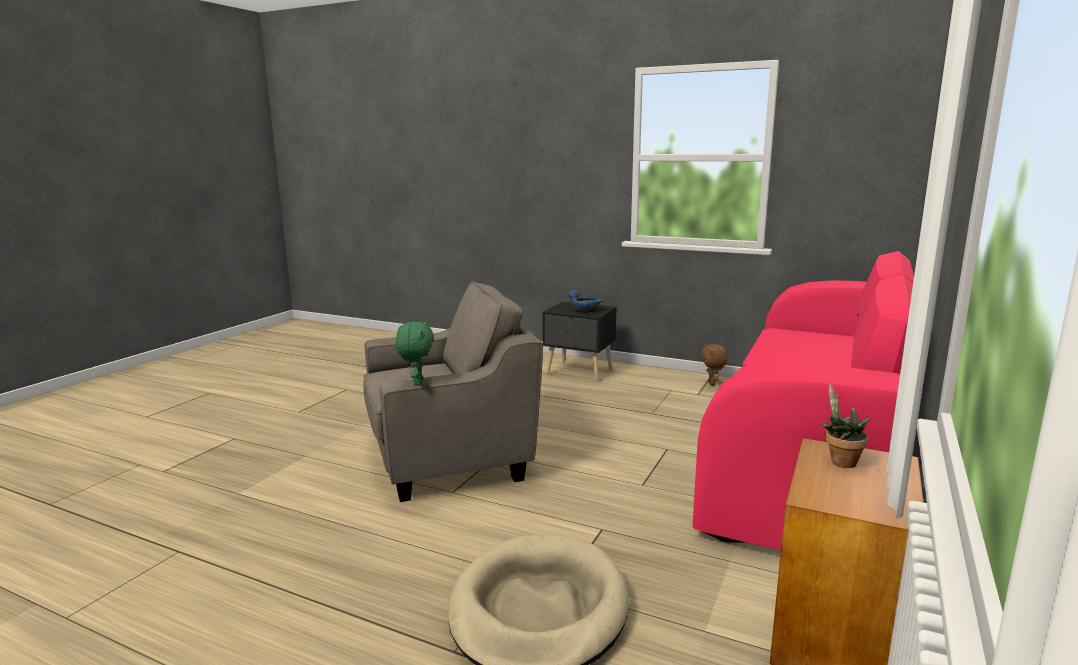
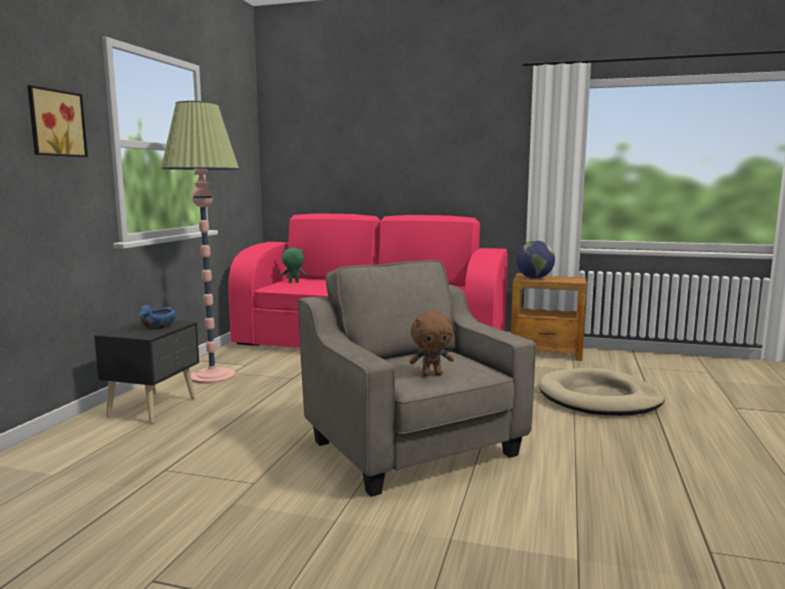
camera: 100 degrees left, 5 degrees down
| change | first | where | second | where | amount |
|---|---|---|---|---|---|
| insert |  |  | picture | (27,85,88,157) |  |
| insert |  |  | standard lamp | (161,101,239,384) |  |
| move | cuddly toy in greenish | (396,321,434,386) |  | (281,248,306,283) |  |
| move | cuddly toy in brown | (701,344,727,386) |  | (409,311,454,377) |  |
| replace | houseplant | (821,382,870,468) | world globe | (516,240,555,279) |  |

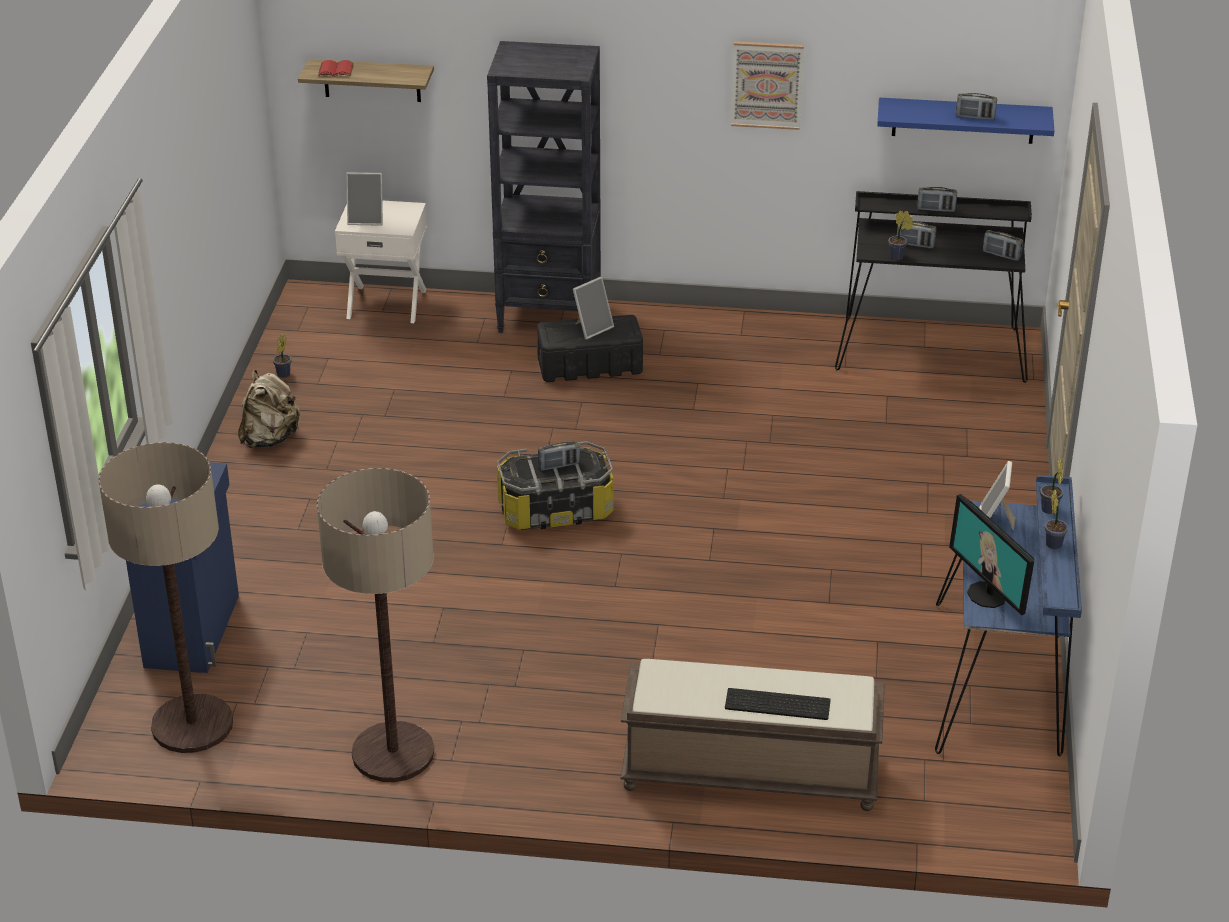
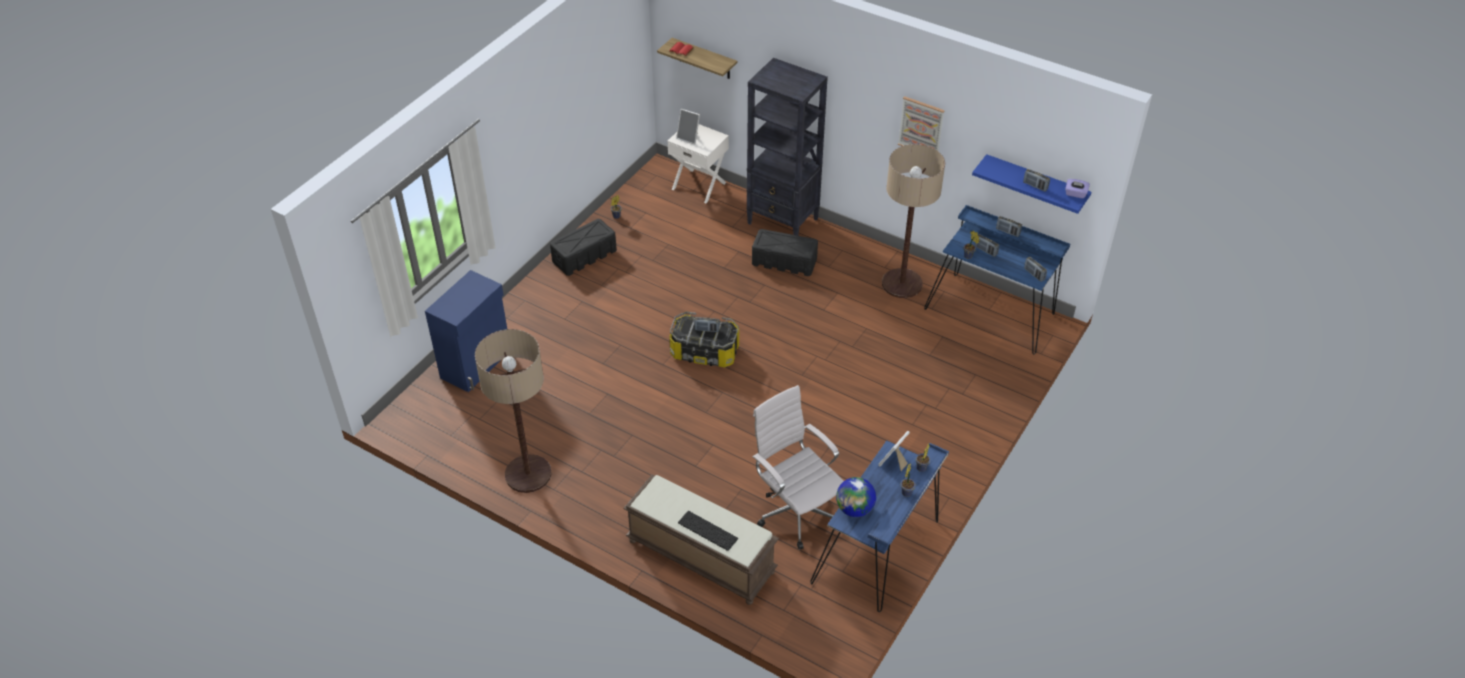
camera: 25 degrees right, 10 degrees up
| change | first | where | second | where | amount |
|---|---|---|---|---|---|
| replace | knapsack in sand-coloured | (238,370,300,448) | storage bin in black | (550,219,617,276) |  |
| insert |  |  | computer chair in whitish | (752,385,844,550) |  |
| replace | monitor | (949,494,1034,615) | world globe | (836,477,876,517) |  |
| move | standard lamp | (98,442,233,753) |  | (882,144,945,298) |  |
| recolor | desk unit in black | (835,191,1032,383) | desk unit in blue | (924,205,1070,354) |  |
| insert |  |  | tissue box in purple | (1065,179,1090,199) |  |
| delete | standing frame | (573,277,614,339) |  |  |  |

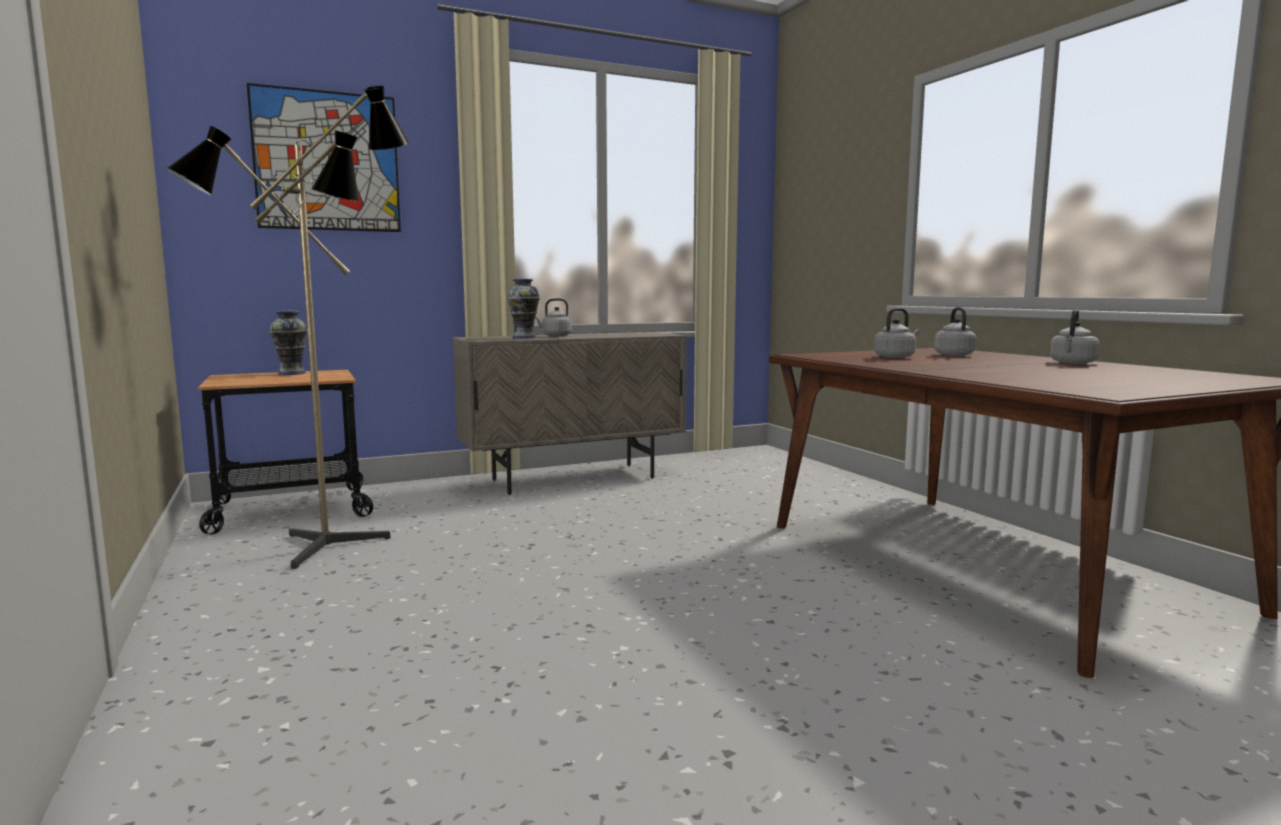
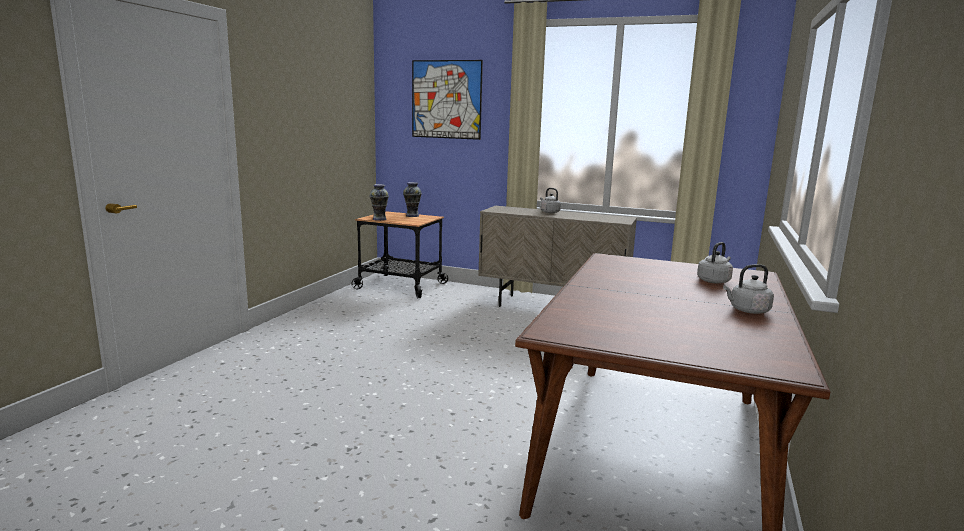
camera: 45 degrees right, 5 degrees up
| change | first | where | second | where | amount |
|---|---|---|---|---|---|
| move | decorative vase | (507,279,540,339) |  | (369,184,389,221) |  |
| delete | standard lamp | (166,86,409,569) |  |  |  |
| delete | water kettle in grey | (874,308,919,358) |  |  |  |

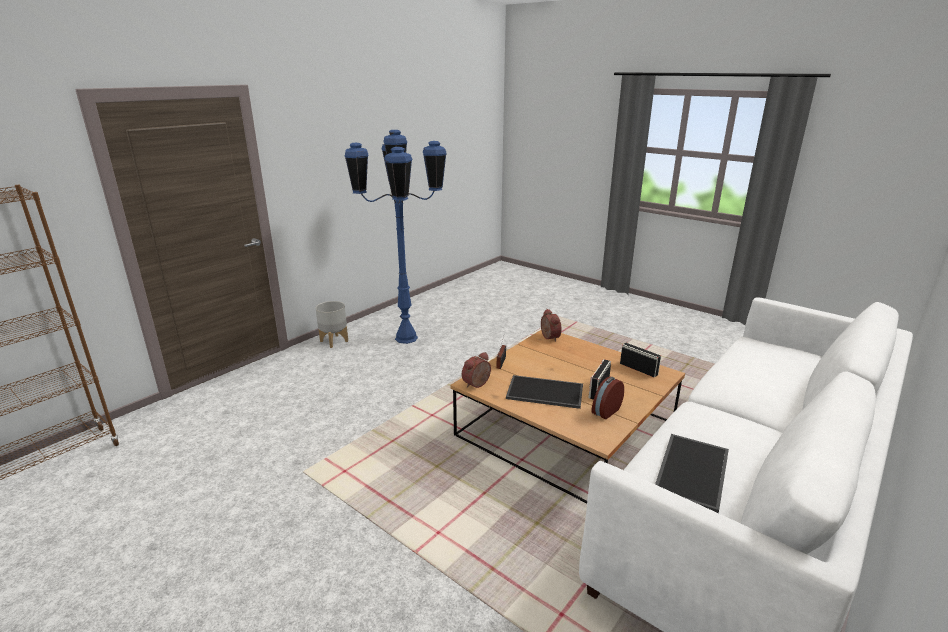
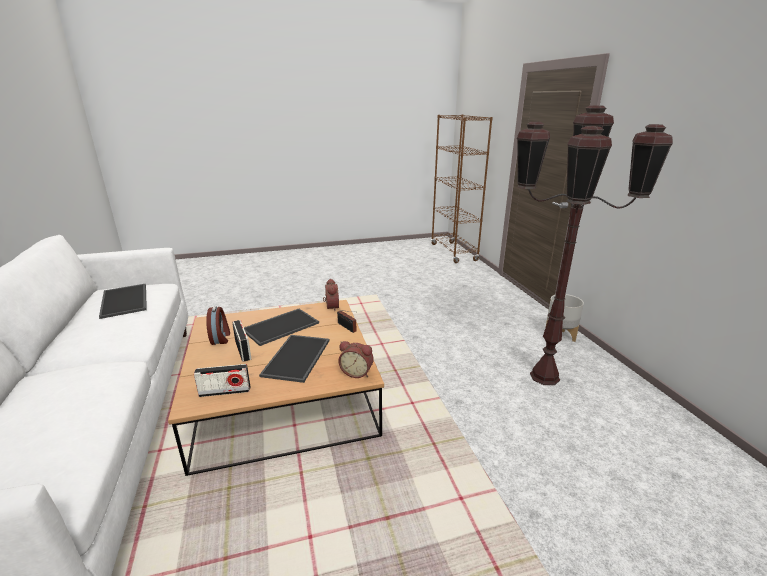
camera: 125 degrees right, 0 degrees up
| change | first | where | second | where | amount |
|---|---|---|---|---|---|
| insert |  |  | tray | (259,335,329,383) |  |
| recolor | standard lamp in blue | (345,130,447,344) | standard lamp in brown | (517,105,673,385) |  |

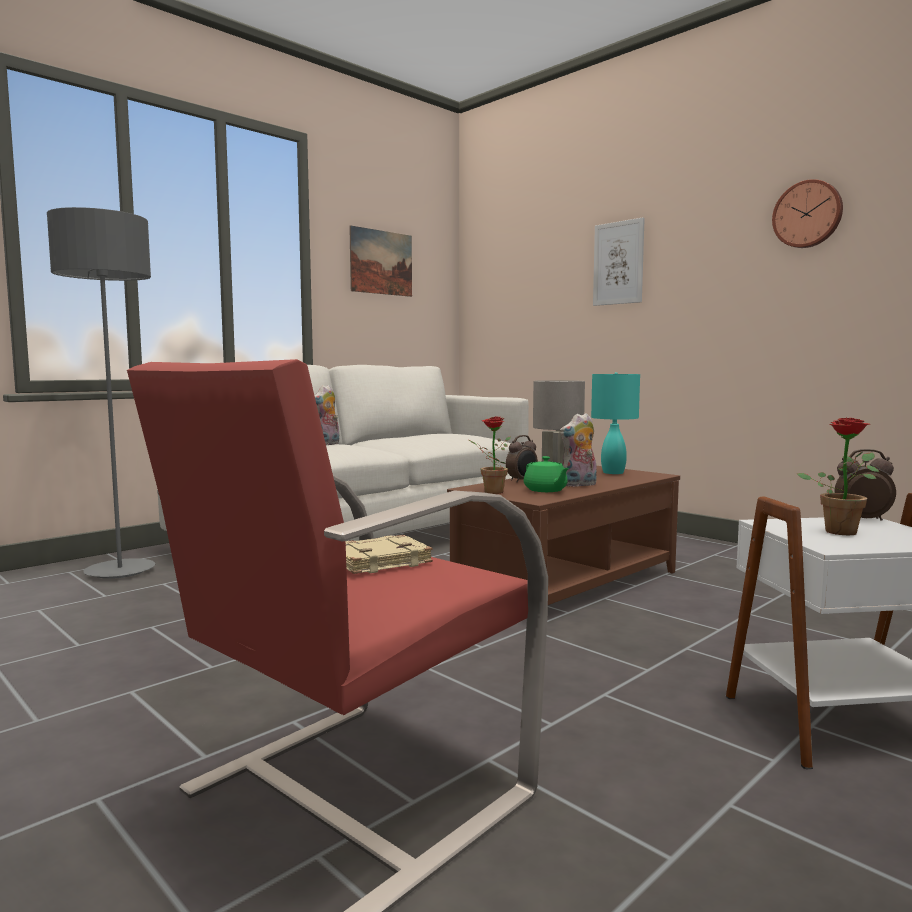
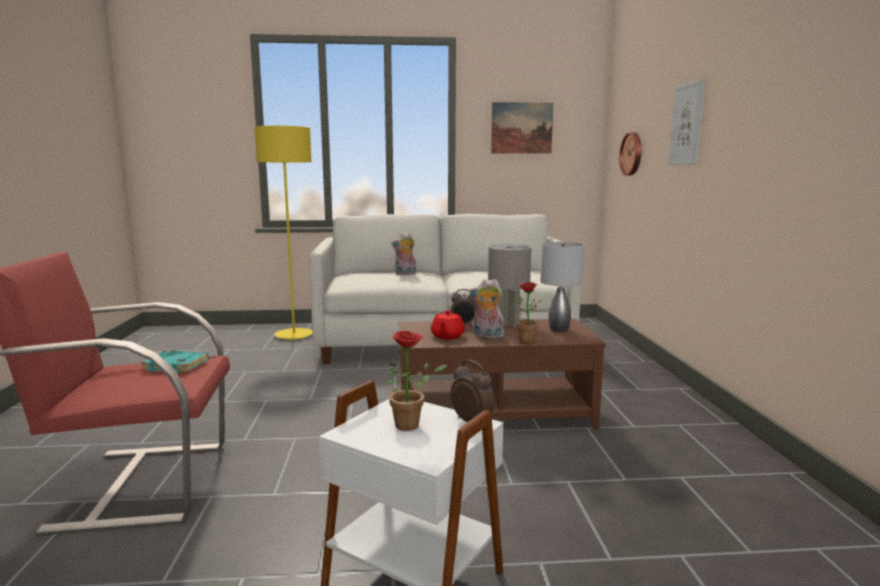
camera: 40 degrees right, 5 degrees up
| change | first | where | second | where | amount |
|---|---|---|---|---|---|
| recolor | book in sand-coloured | (346,535,433,574) | book in turquoise-coloured | (141,351,209,373) |  |
| recolor | standard lamp in grey | (47,207,155,579) | standard lamp in yellowish | (254,126,313,340) |  |
| recolor | tea pot in greenish | (524,456,569,492) | tea pot in reddish | (431,310,465,339) |  |
| move | houseplant | (469,416,511,494) |  | (516,282,543,343) |  |
| recolor | tabletop lamp in turquoise-coloured | (591,372,640,474) | tabletop lamp in grey | (540,242,584,332) |  |
| move | hanging clock | (772,179,843,248) |  | (619,132,642,176) |  |

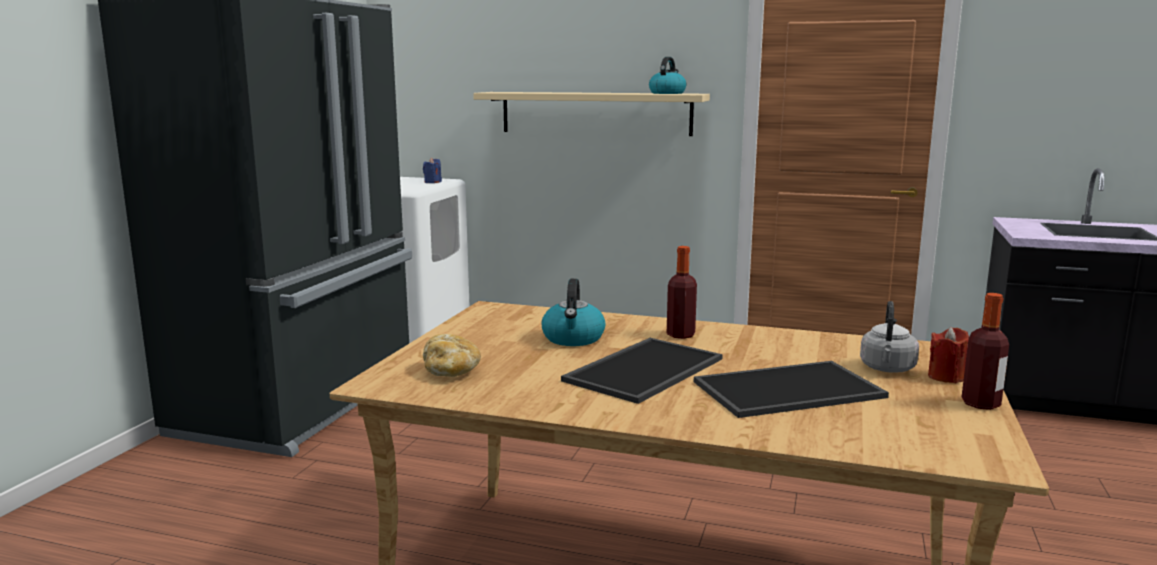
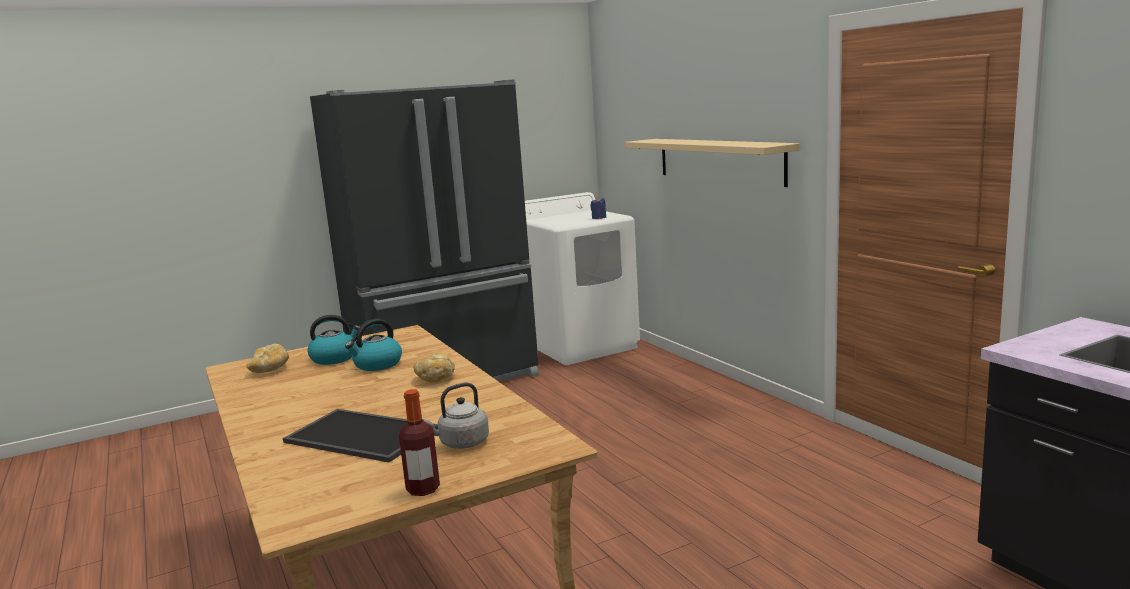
camera: 45 degrees right, 0 degrees up
| change | first | where | second | where | amount |
|---|---|---|---|---|---|
| move | water kettle | (649,57,686,94) |  | (307,315,359,365) |  |
| replace | beverage bottle | (667,246,697,339) | bakery bread | (413,353,455,383) |  |
| delete | tray | (561,338,723,404) |  |  |  |
| delete | wax candle in reddish | (928,327,969,383) |  |  |  |

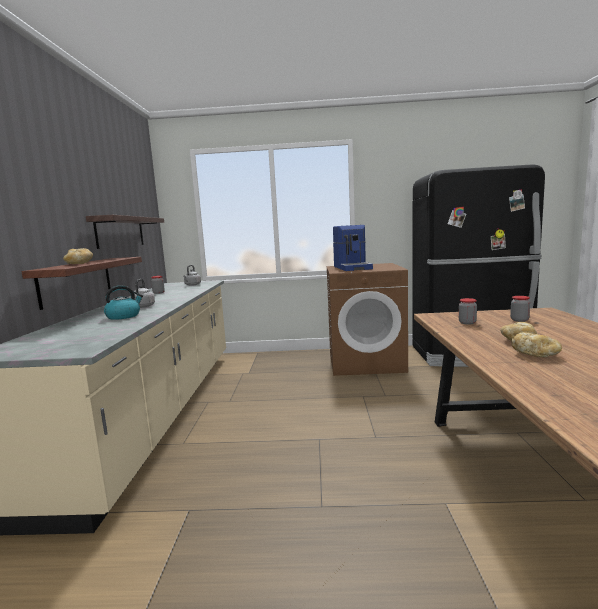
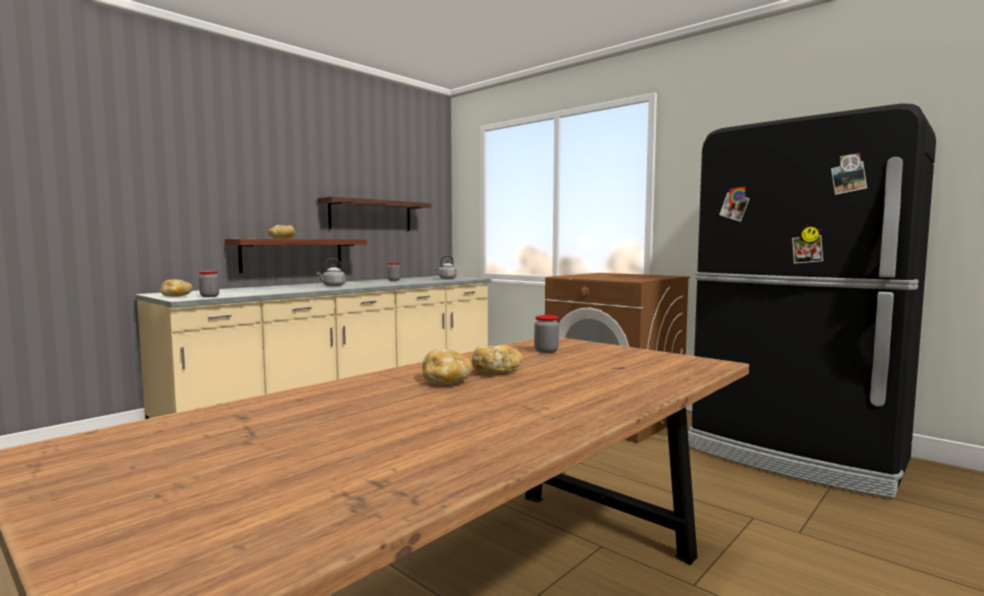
camera: 40 degrees right, 5 degrees down
| change | first | where | second | where | amount |
|---|---|---|---|---|---|
| insert |  |  | bakery bread | (160,279,193,297) |  |
| move | preserve jar | (510,296,530,322) |  | (199,271,219,297) |  |
| delete | water kettle | (104,285,143,320) |  |  |  |
| delete | coffee machine | (333,225,373,271) |  |  |  |

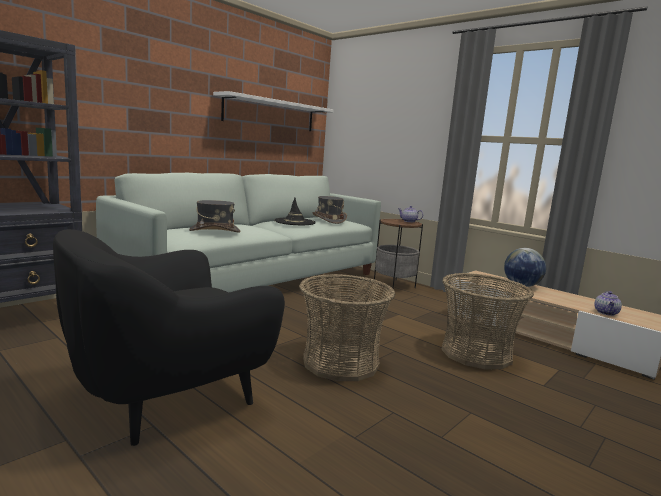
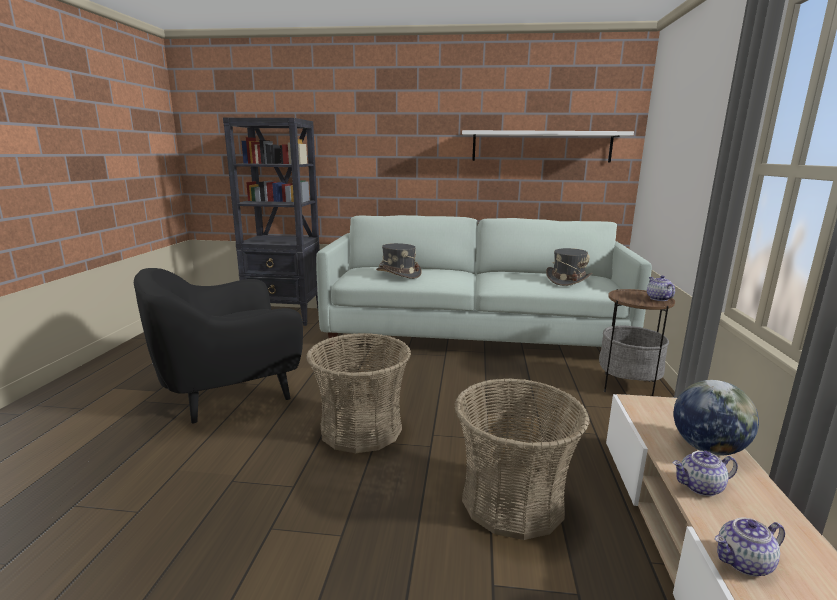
camera: 55 degrees right, 5 degrees up
| change | first | where | second | where | amount |
|---|---|---|---|---|---|
| rotate | easy chair in black | (53,229,285,446) |  | (134,268,303,423) | 45 degrees counterclockwise |
| insert |  |  | tea pot | (672,451,738,496) |  |
| delete | clothing hat in black | (274,197,316,225) |  |  |  |

